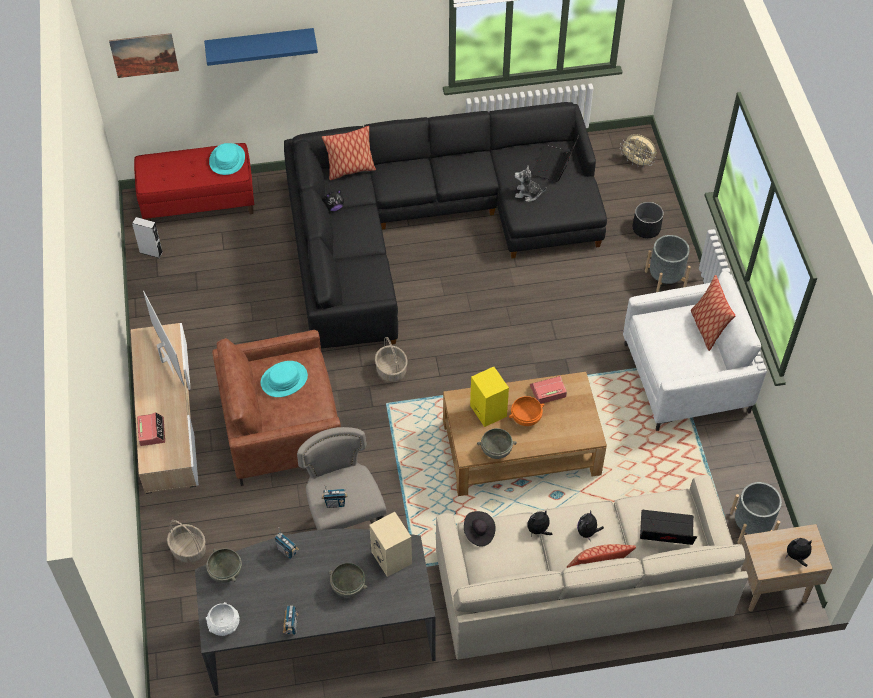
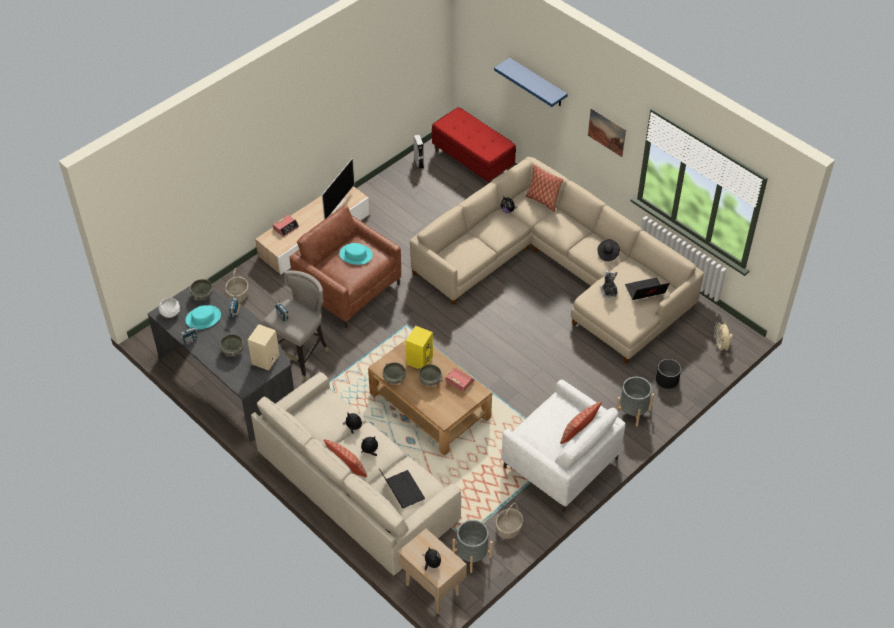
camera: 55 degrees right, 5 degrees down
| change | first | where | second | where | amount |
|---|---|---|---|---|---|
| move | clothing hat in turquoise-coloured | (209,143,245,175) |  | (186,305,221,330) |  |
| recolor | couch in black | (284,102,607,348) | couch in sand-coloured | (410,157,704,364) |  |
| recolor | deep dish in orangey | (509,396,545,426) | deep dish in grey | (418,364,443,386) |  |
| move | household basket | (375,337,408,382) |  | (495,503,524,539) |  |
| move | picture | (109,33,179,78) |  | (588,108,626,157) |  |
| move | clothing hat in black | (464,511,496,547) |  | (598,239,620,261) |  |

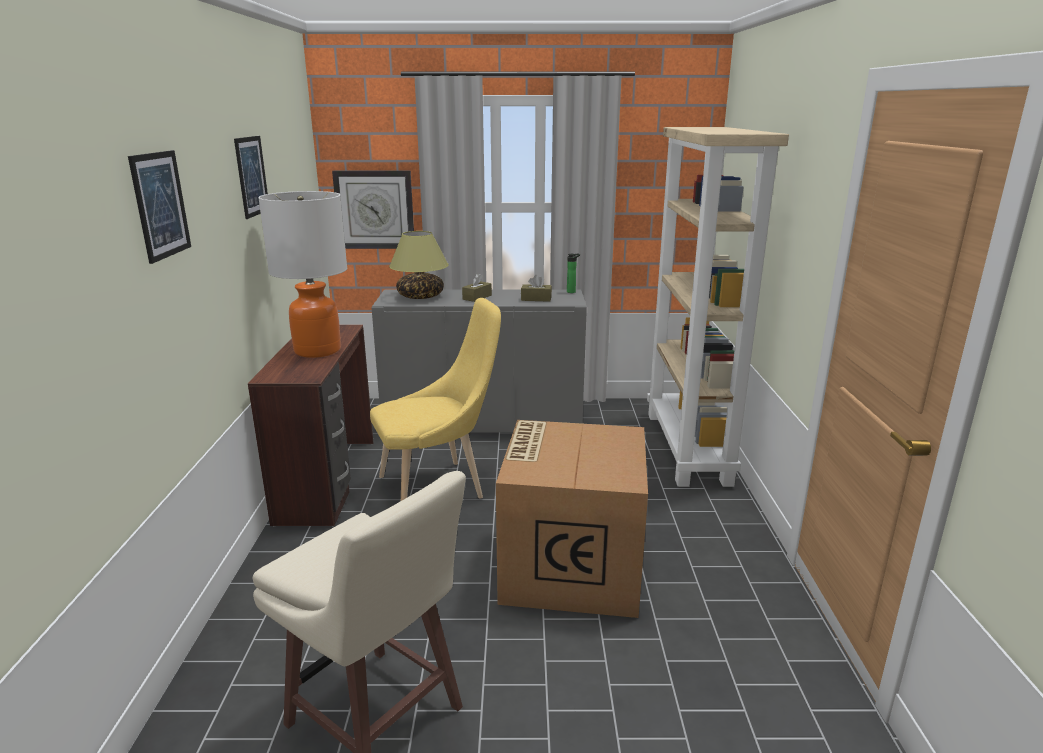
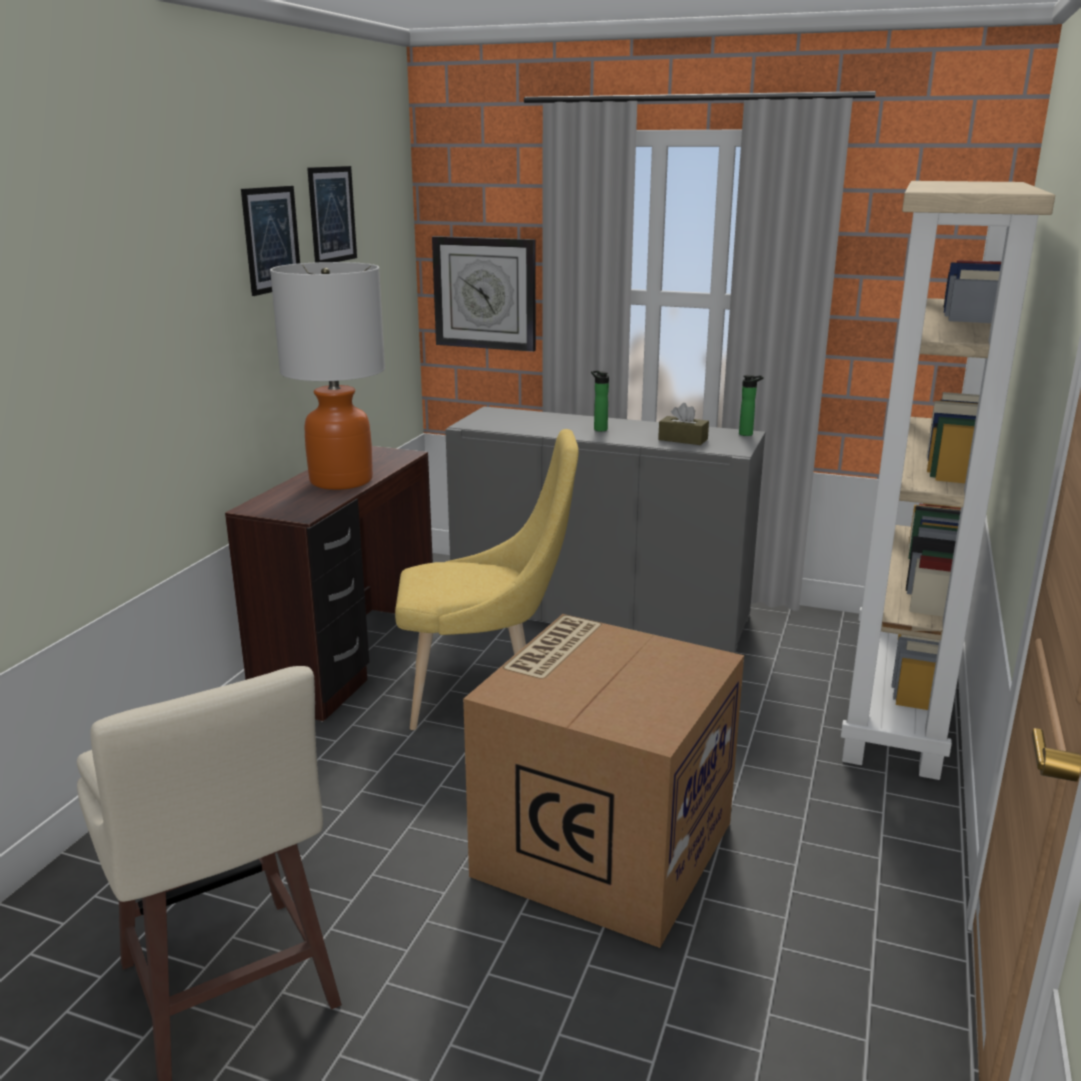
camera: 20 degrees right, 0 degrees up
| change | first | where | second | where | amount |
|---|---|---|---|---|---|
| move | picture | (128,150,191,264) |  | (307,166,357,263) |  |
| replace | tissue box in brown | (462,273,492,302) | beverage bottle | (591,370,609,432) |  |
| delete | tabletop lamp | (389,231,448,299) |  |  |  |

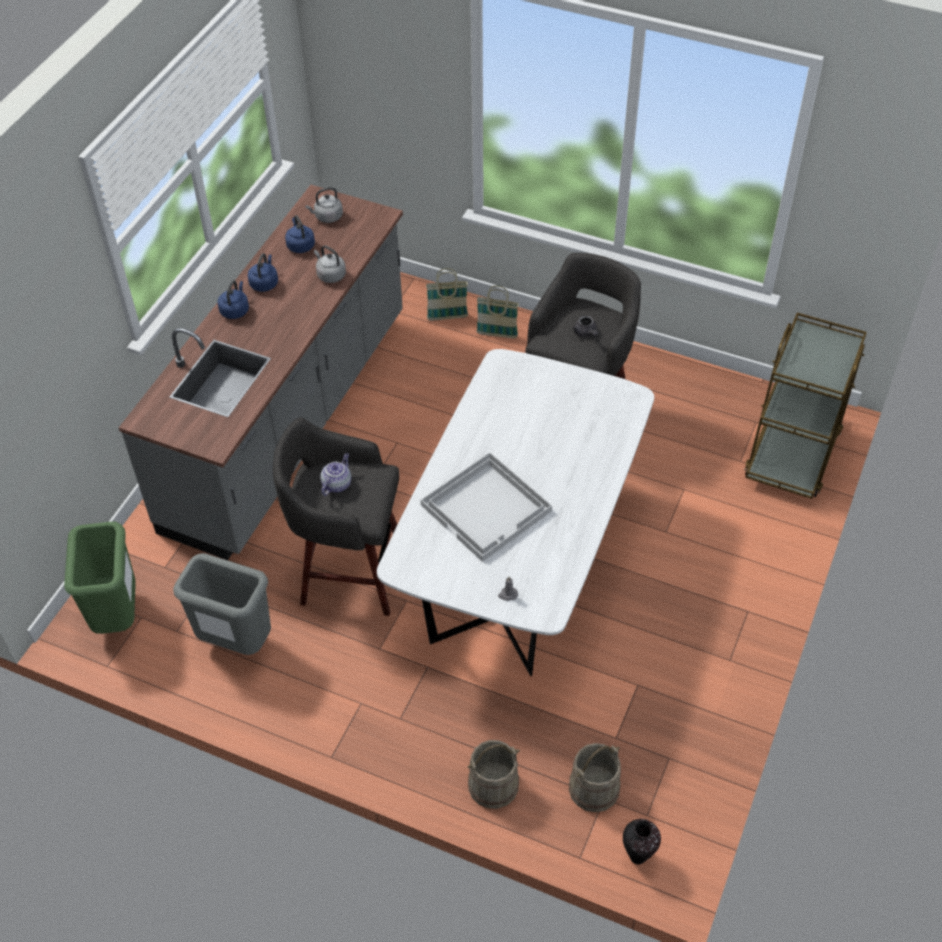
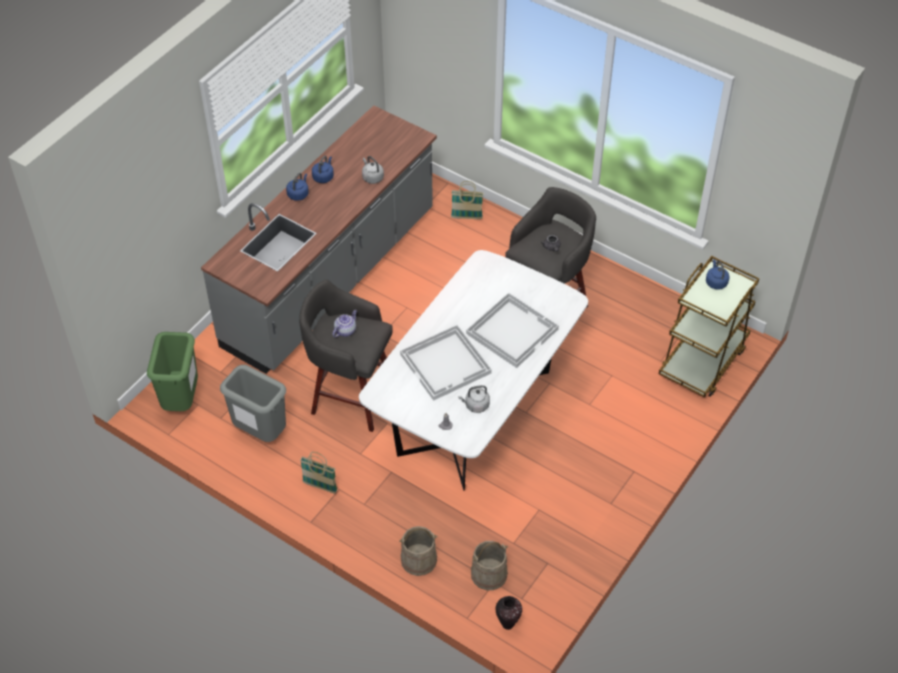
camera: 10 degrees right, 0 degrees up
| change | first | where | second | where | amount |
|---|---|---|---|---|---|
| move | household basket | (476,285,519,338) |  | (300,452,338,494) |  |
| move | water kettle in grey | (305,187,343,223) |  | (458,385,490,413) |  |
| insert |  |  | tray in whitish | (466,292,559,368) |  |
| move | water kettle in blue | (285,215,315,253) |  | (706,260,730,290) |  |

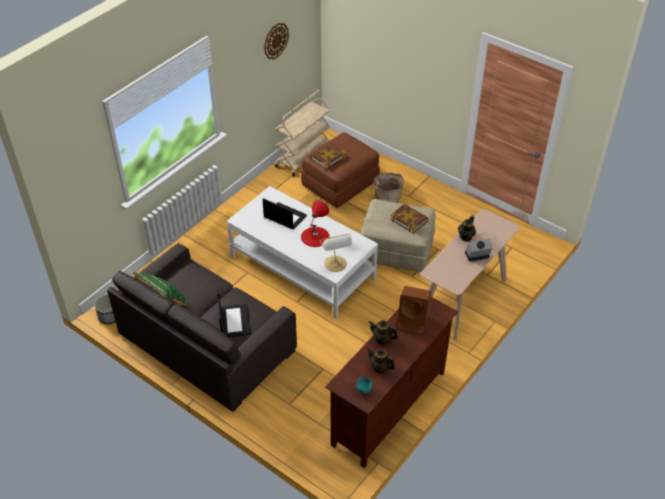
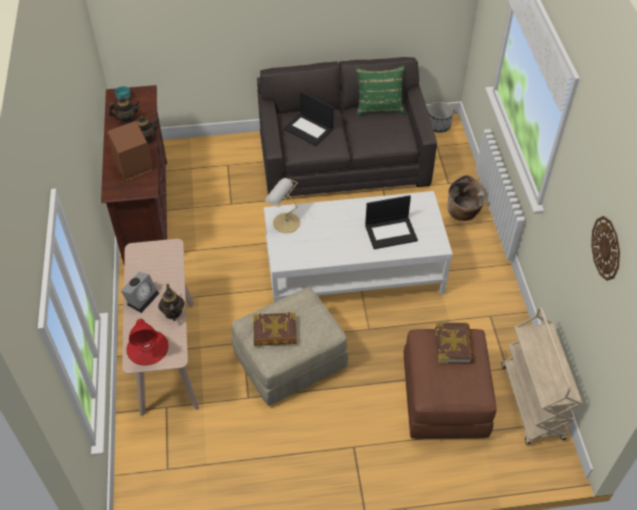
camera: 135 degrees right, 5 degrees up
| change | first | where | second | where | amount |
|---|---|---|---|---|---|
| move | tabletop lamp in reddish | (301,200,330,247) |  | (126,318,169,366) |  |
| move | household basket | (373,173,404,203) |  | (447,175,487,221) |  |

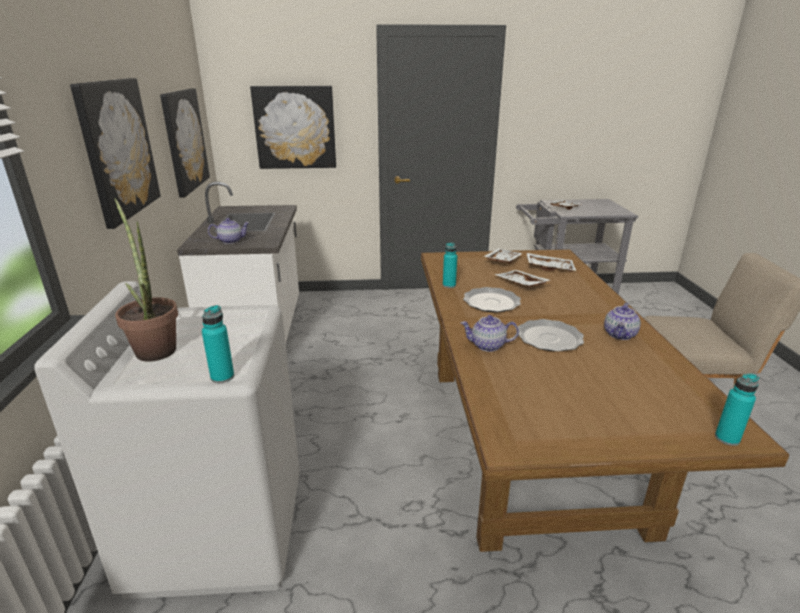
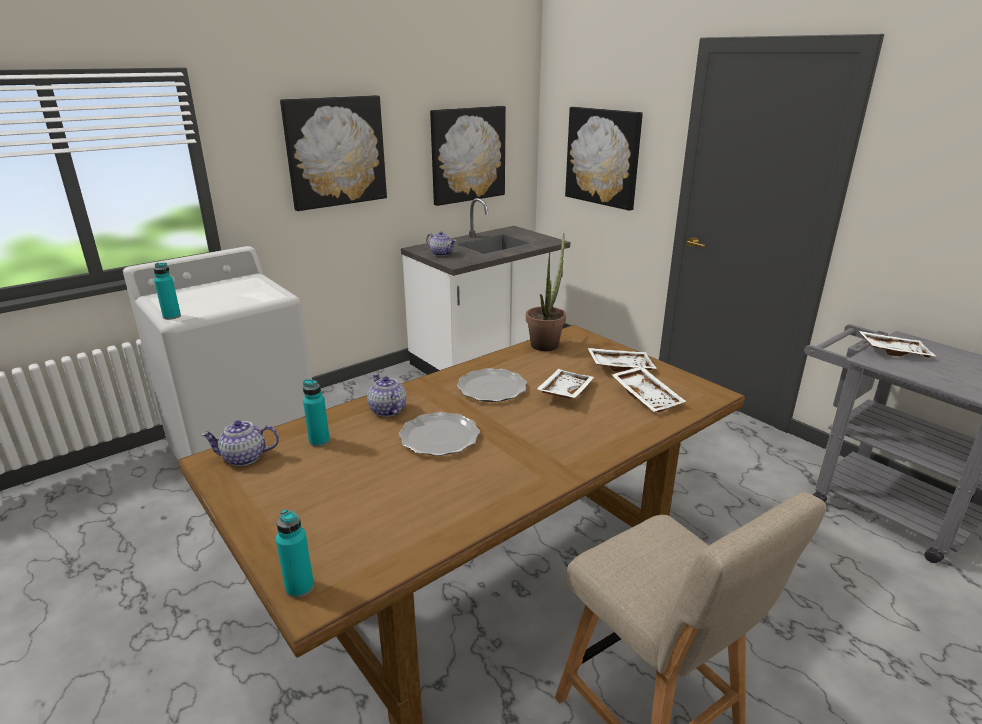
camera: 55 degrees right, 0 degrees up
| change | first | where | second | where | amount |
|---|---|---|---|---|---|
| move | tea pot | (604,303,641,340) |  | (201,420,279,466) |  |
| move | beverage bottle in turquoise-coloured | (443,242,457,288) |  | (303,379,330,447) |  |
| move | houseplant | (115,198,178,361) |  | (526,233,566,351) |  |

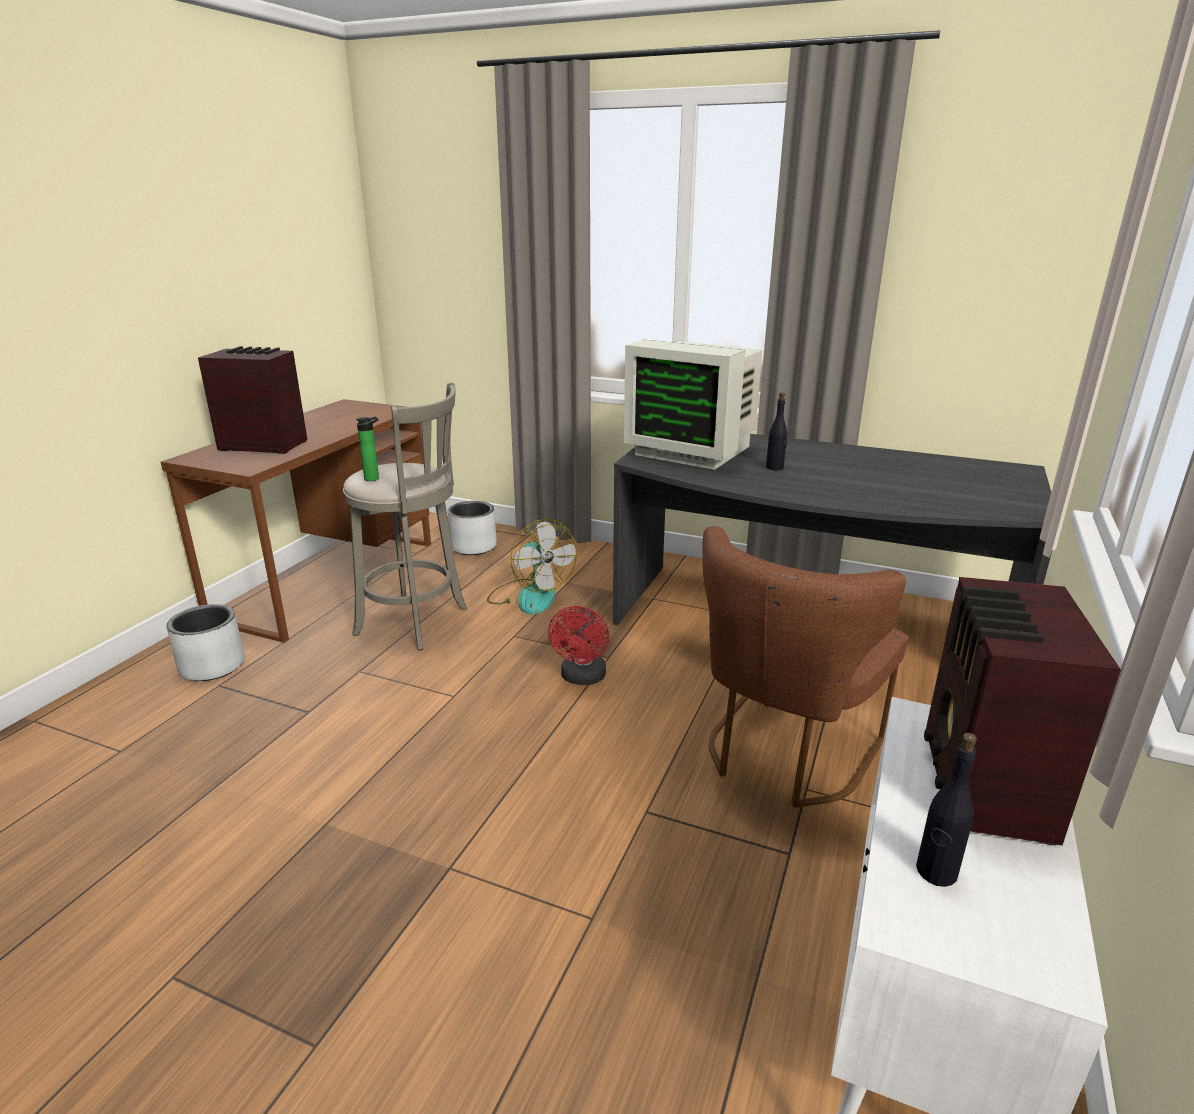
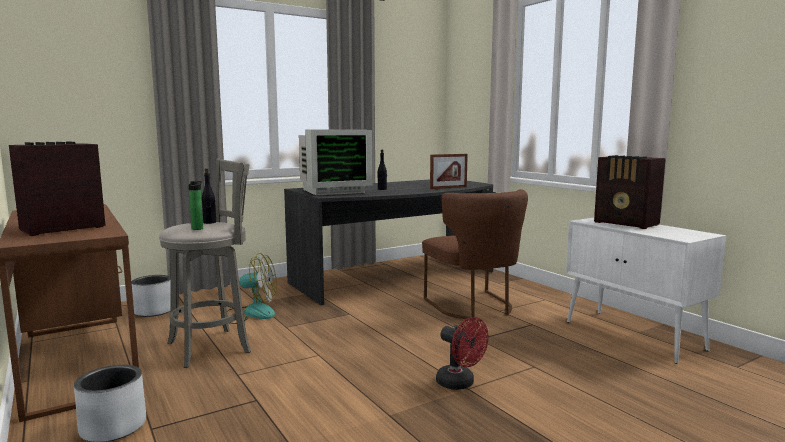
camera: 55 degrees left, 15 degrees down
| change | first | where | second | where | amount |
|---|---|---|---|---|---|
| move | beverage bottle in black | (916,733,977,887) |  | (202,168,216,224) |  |
| insert |  |  | standing frame | (430,154,468,189) |  |
| move | fan in reddish | (548,606,609,685) |  | (436,317,488,390) |  |

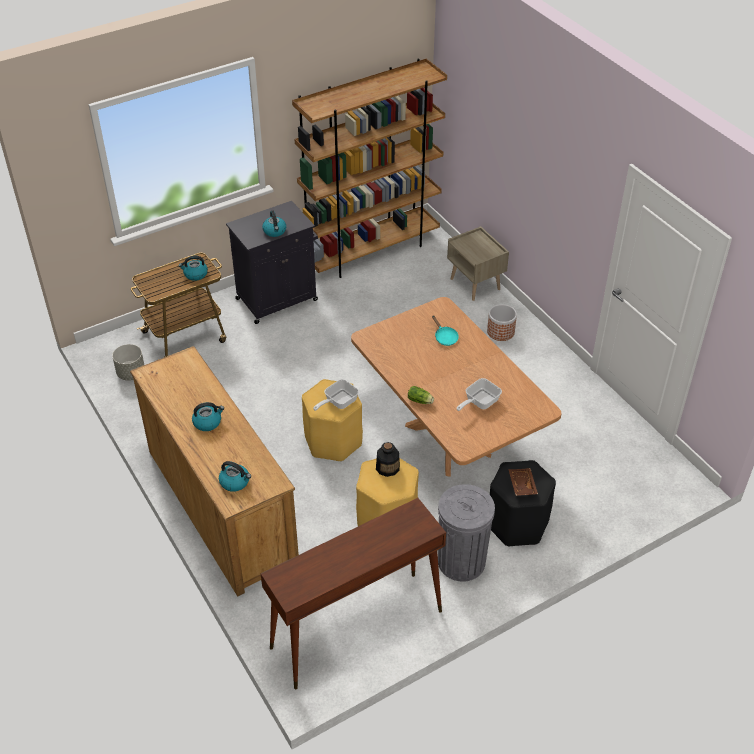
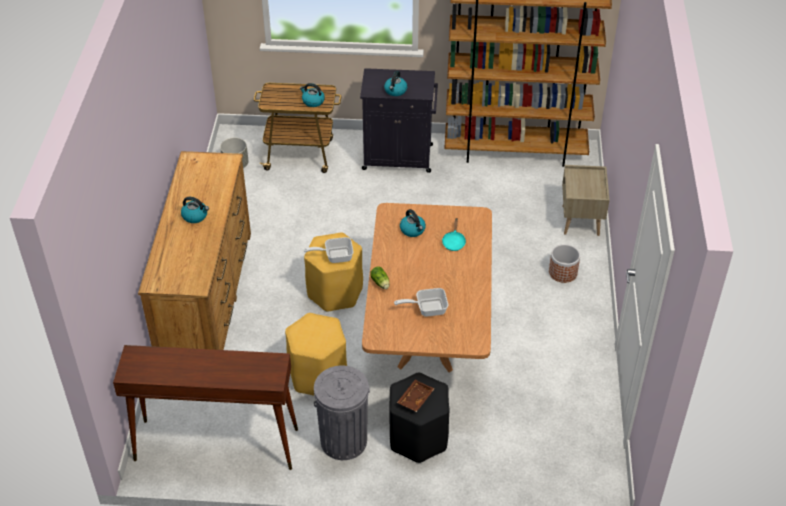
camera: 35 degrees right, 0 degrees up
| change | first | where | second | where | amount |
|---|---|---|---|---|---|
| move | water kettle | (219,461,251,492) |  | (400,209,426,237) |  |
| delete | beverage bottle | (376,442,400,477) |  |  |  |

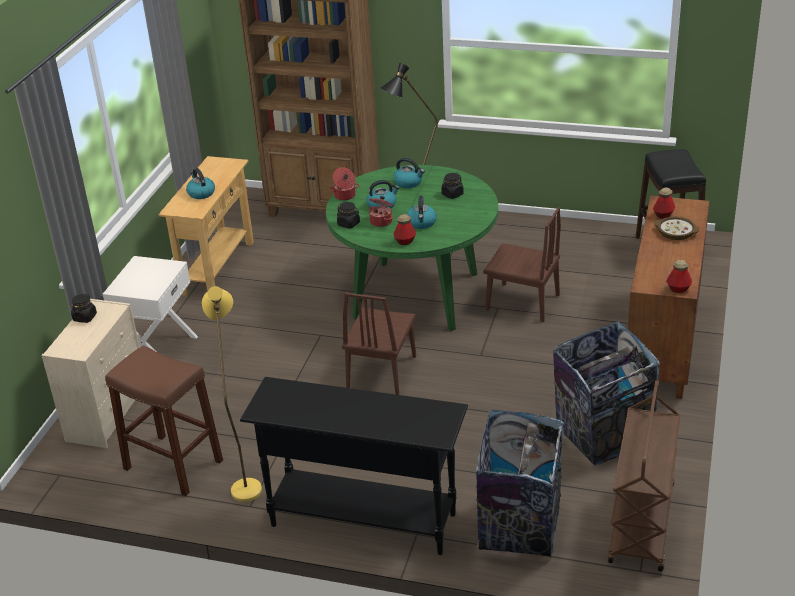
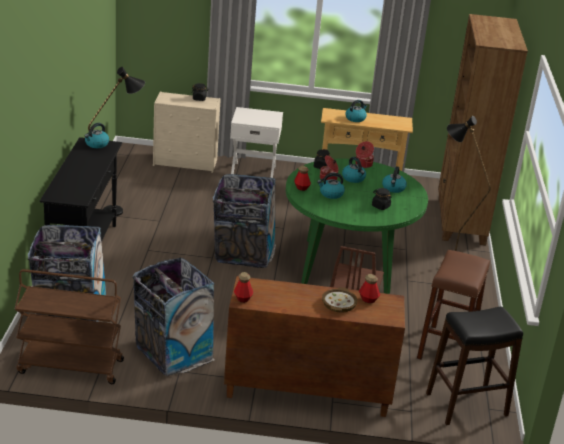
camera: 75 degrees right, 5 degrees down
| change | first | where | second | where | amount |
|---|---|---|---|---|---|
| insert |  |  | water kettle | (85,123,109,148) |  |
| recolor | standard lamp in yellowish | (202,286,262,502) | standard lamp in black | (88,67,145,216) |  |
| replace | chair in brown | (342,293,416,395) | waste bin | (213,174,276,268) |  |
| move | stool in brown | (105,345,223,496) |  | (417,250,490,359) |  |

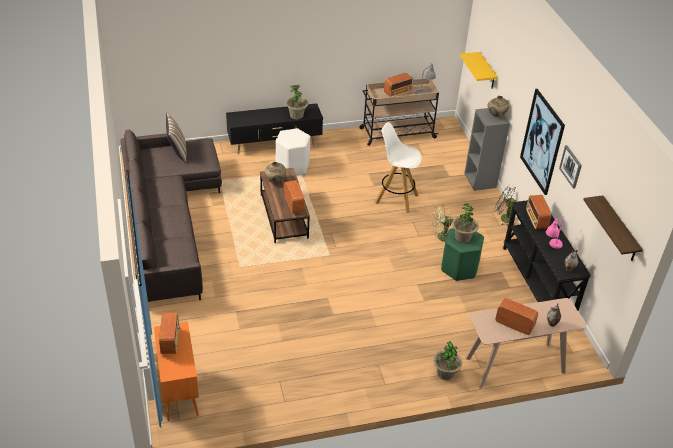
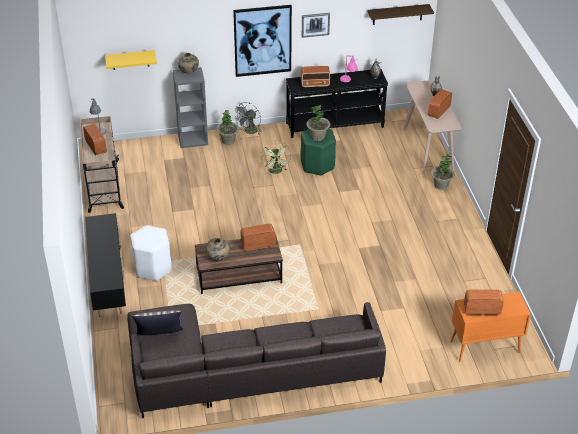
camera: 85 degrees left, 0 degrees up
| change | first | where | second | where | amount |
|---|---|---|---|---|---|
| move | houseplant | (285,85,308,119) |  | (217,110,239,145) |  |
| delete | stool in whitish | (375,122,422,213) |  |  |  |

